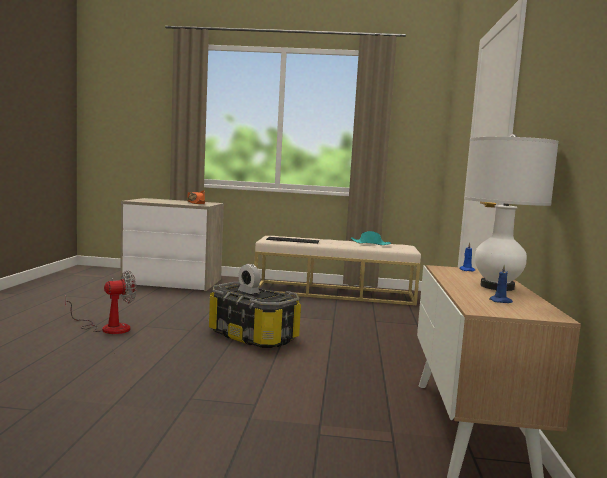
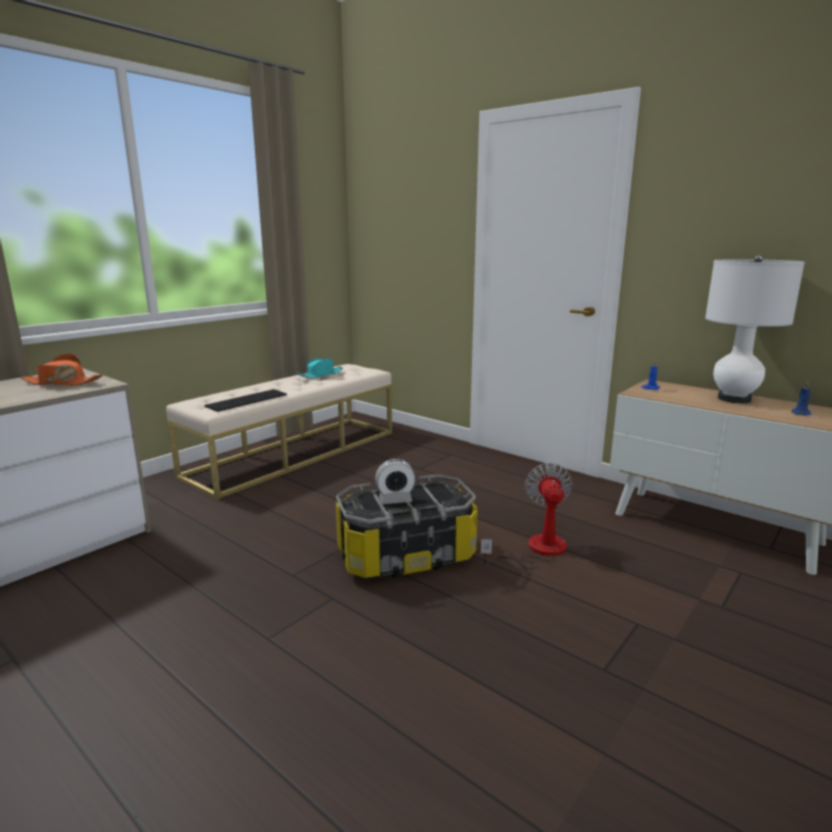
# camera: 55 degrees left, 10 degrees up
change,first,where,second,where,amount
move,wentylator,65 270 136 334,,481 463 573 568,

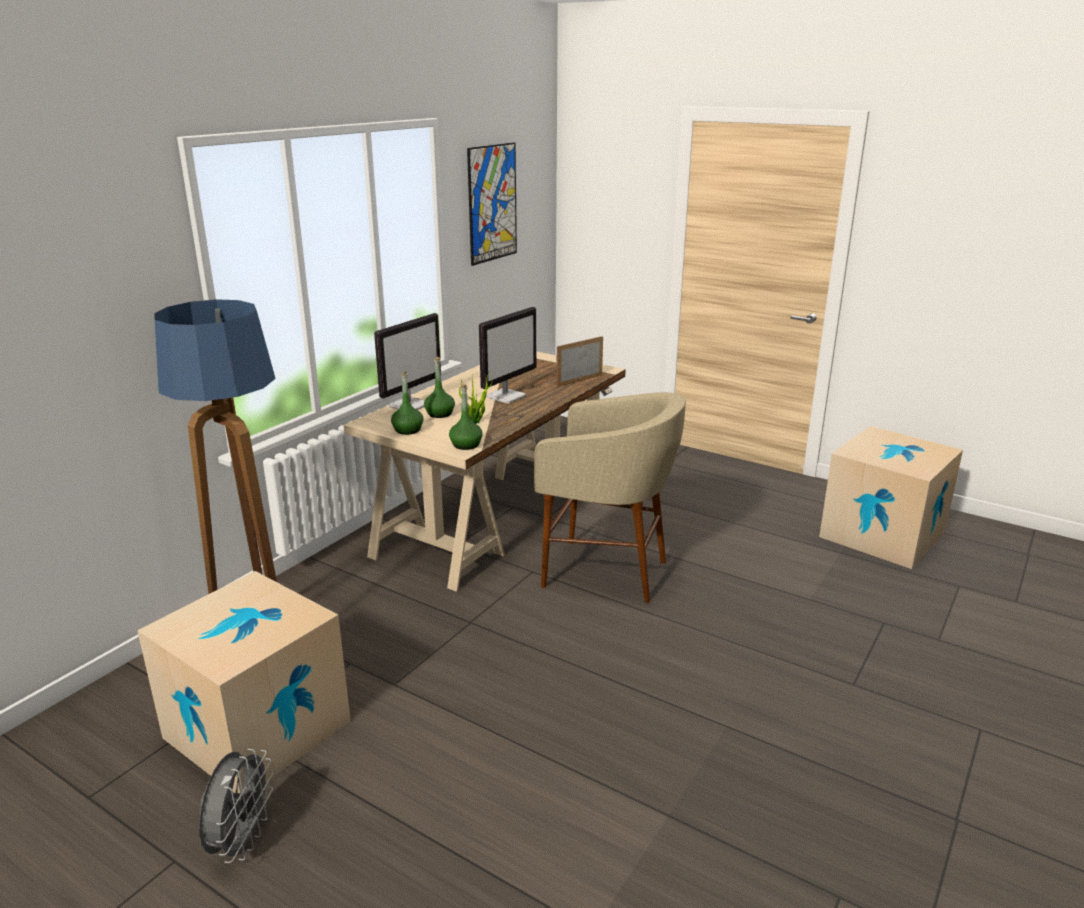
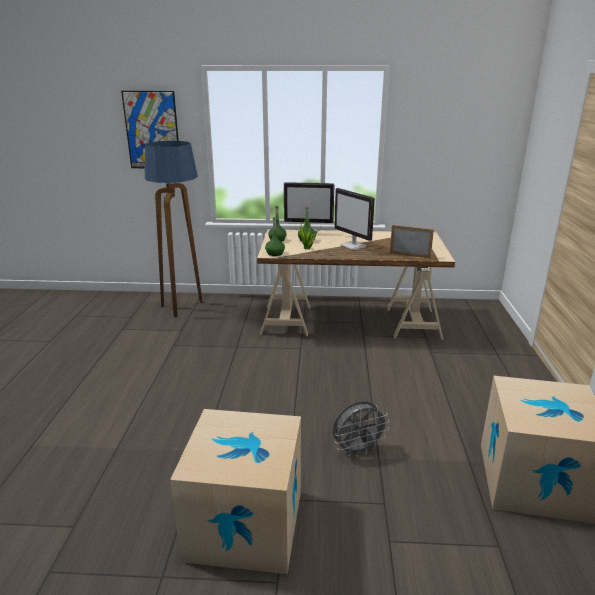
# camera: 60 degrees right, 0 degrees up
change,first,where,second,where,amount
move,obraz,467 142 517 266,,121 91 179 168,
move,karton,137 571 351 793,,170 409 301 574,
move,wentylator (szary),199 749 273 863,,333 401 390 457,
rotate,monitor,479 307 536 403,,334 188 375 250,45 degrees clockwise
delete,stołek (beżowy),534 392 686 603,,,

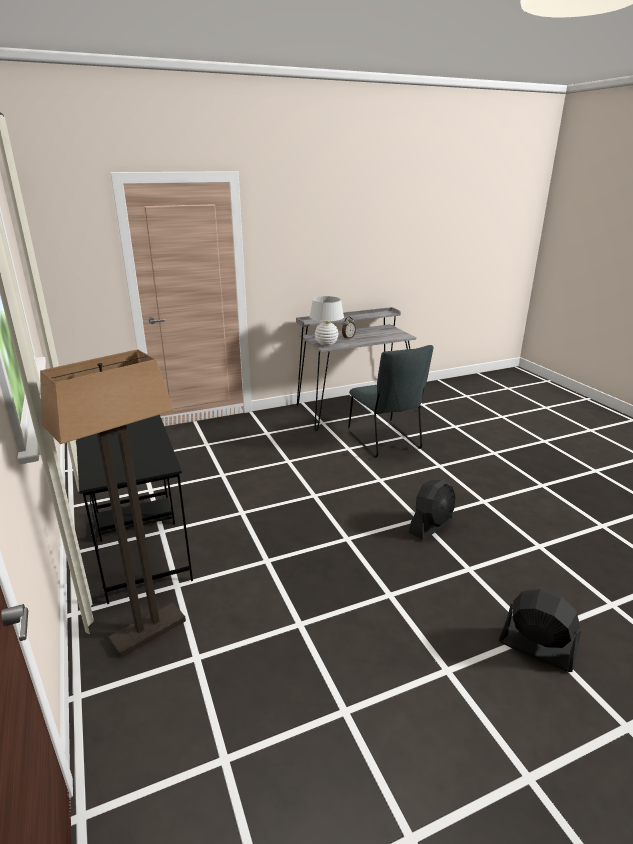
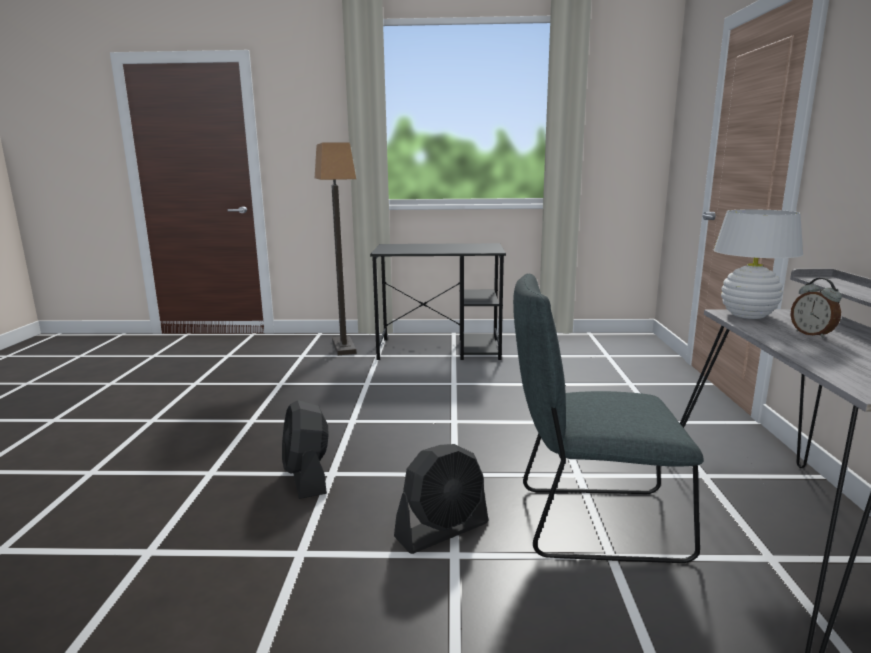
# camera: 115 degrees right, 10 degrees down
change,first,where,second,where,amount
move,wentylator (czarny),499 589 581 672,,394 444 488 554,

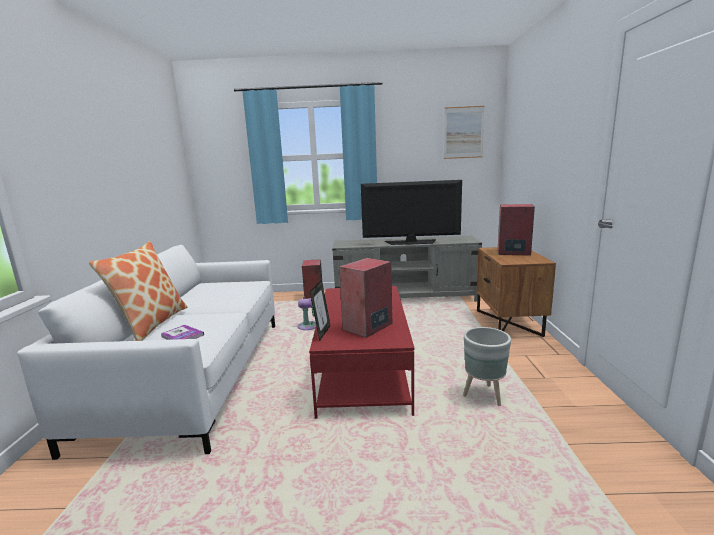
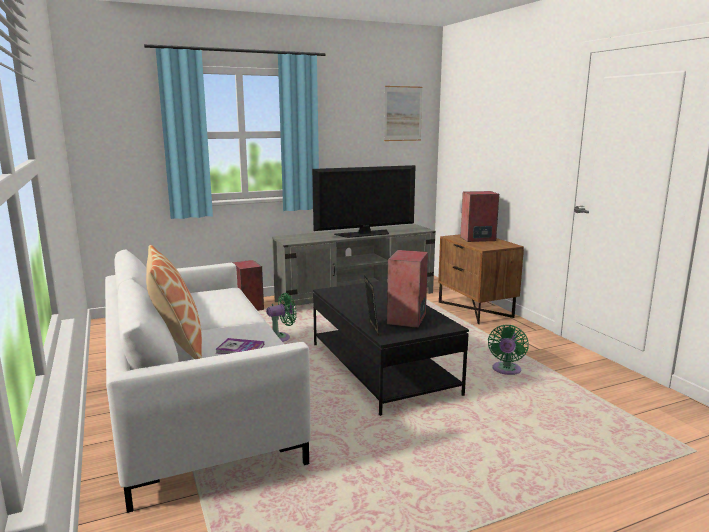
# camera: 25 degrees left, 0 degrees up
change,first,where,second,where,amount
recolor,ława (czerwony),309 286 415 419,ława (czarny),313 280 469 416,
replace,donica (szary),463 327 511 406,wentylator (zielony),488 325 529 375,

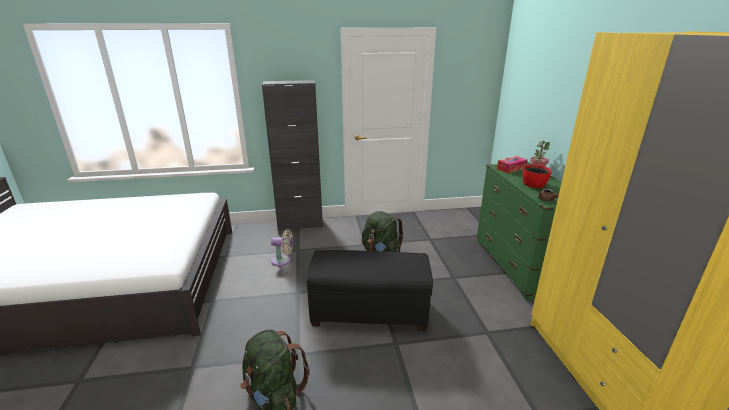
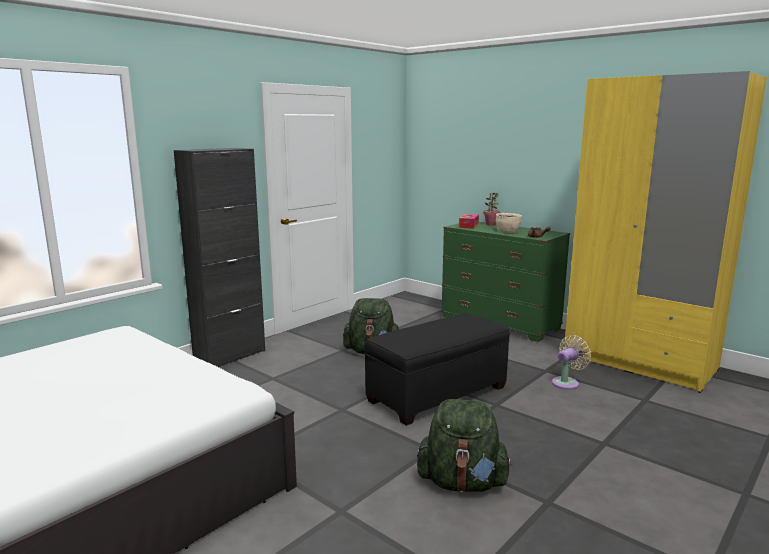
# camera: 40 degrees left, 10 degrees down
change,first,where,second,where,amount
recolor,miska (czerwony),522 164 552 188,miska (beżowy),496 213 522 233,
move,wentylator (beżowy),271 229 293 266,,552 335 591 390,

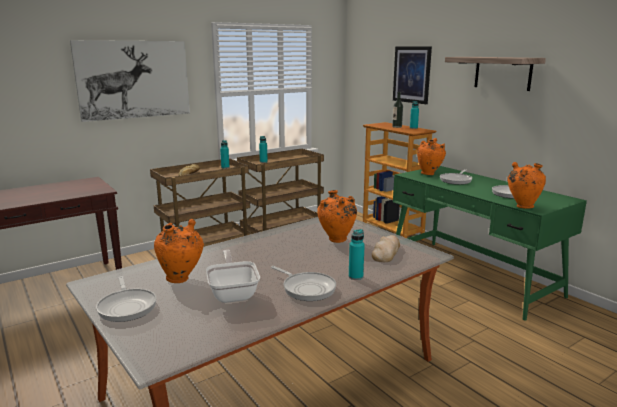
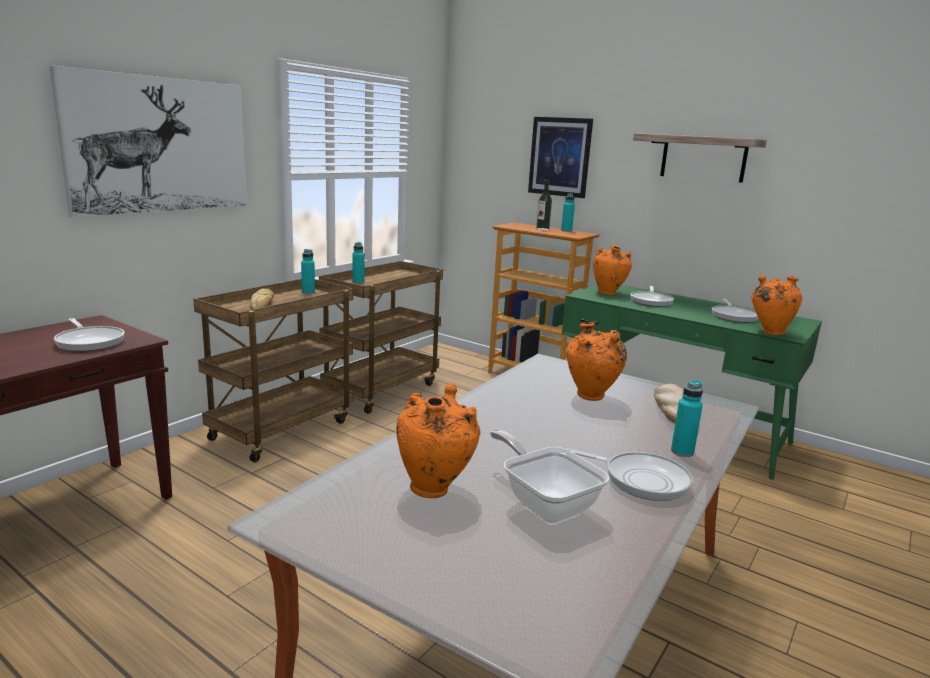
# camera: 20 degrees left, 0 degrees up
change,first,where,second,where,amount
move,patelnia,96 276 157 322,,54 318 124 352,

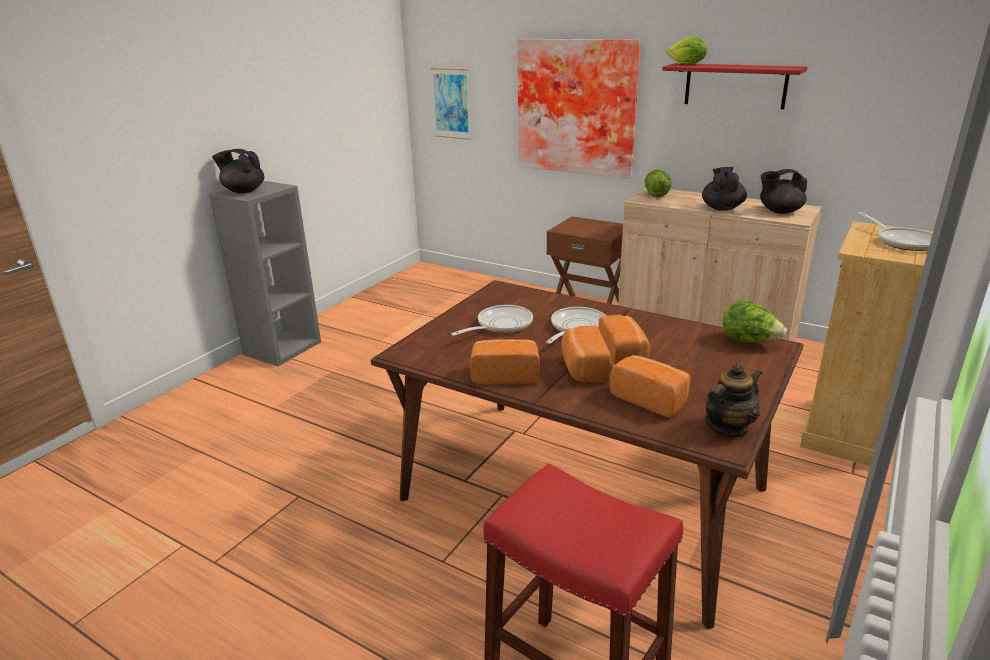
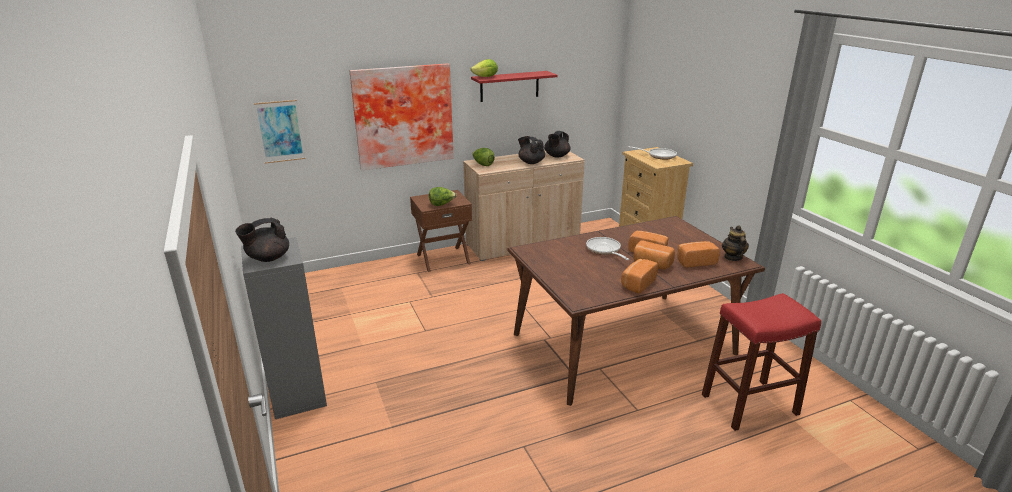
# camera: 55 degrees left, 0 degrees up
change,first,where,second,where,amount
move,sałata,723 301 787 343,,429 187 457 206,
delete,patelnia,451 305 533 336,,,

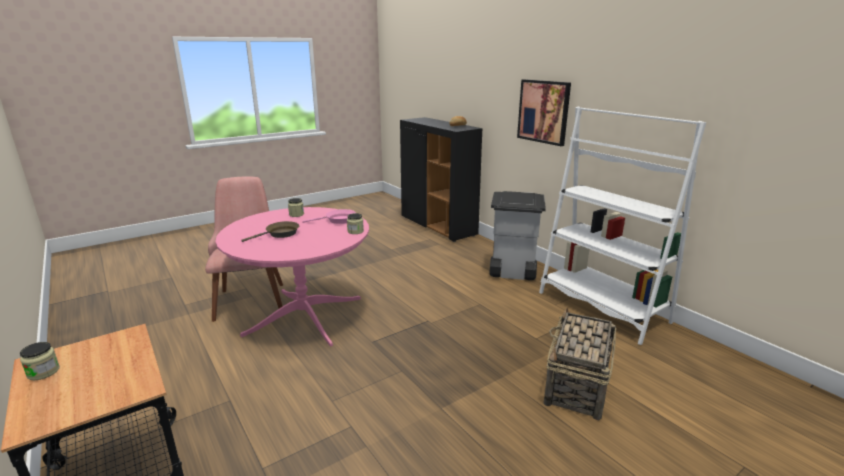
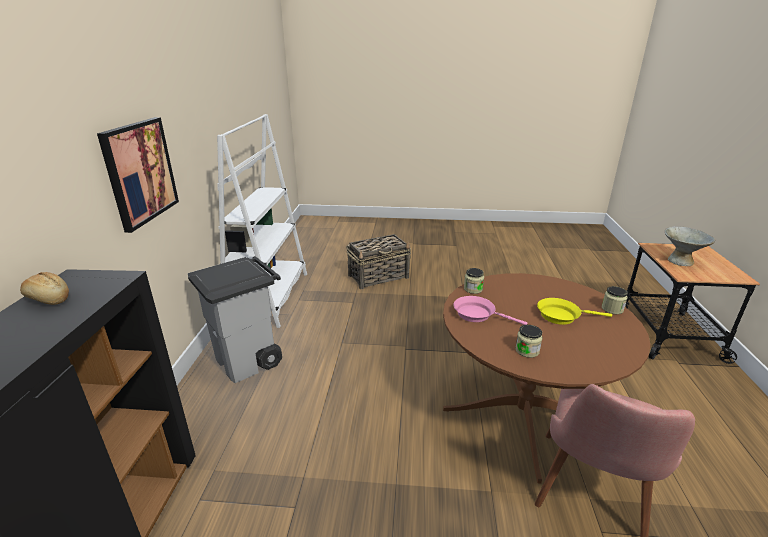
# camera: 140 degrees left, 5 degrees up
change,first,where,second,where,amount
recolor,stół jadalny (różowy),215 207 369 347,stół jadalny (brązowy),443 273 651 484,
recolor,patelnia (brązowy),241 221 299 242,patelnia (żółty),537 298 612 325,
move,słoik,20 342 60 380,,602 286 628 314,
insert,,,miska (szary),665 226 715 266,

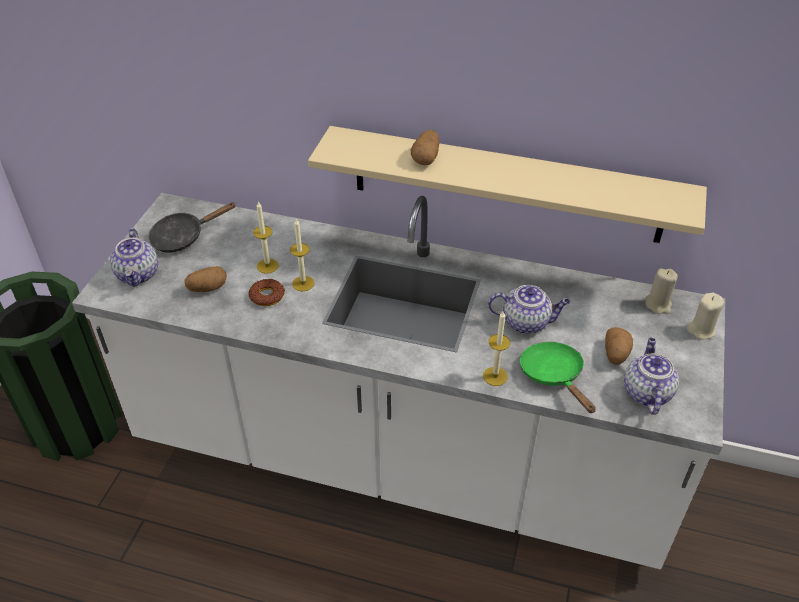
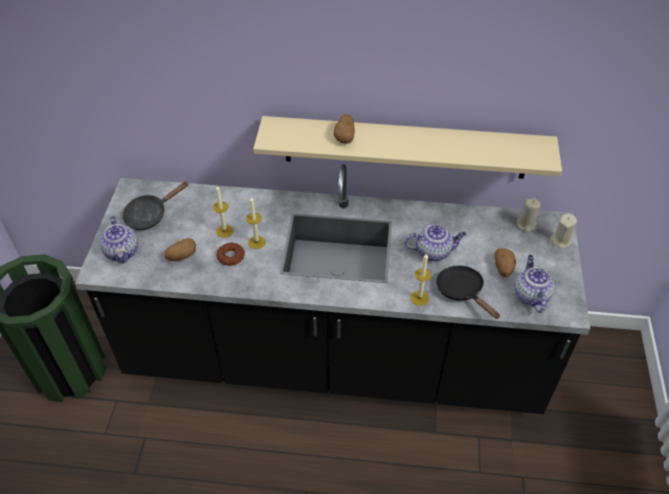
# camera: 10 degrees left, 5 degrees up
change,first,where,second,where,amount
recolor,zabudowa kuchenna (biały),72 193 725 569,zabudowa kuchenna (czarny),75 164 590 414,
recolor,patelnia (zielony),520 342 596 413,patelnia (czarny),436 265 500 319,

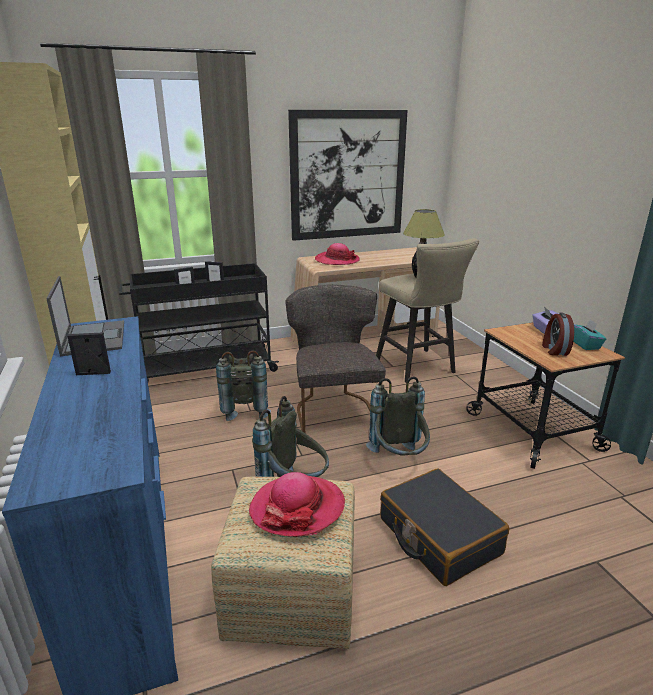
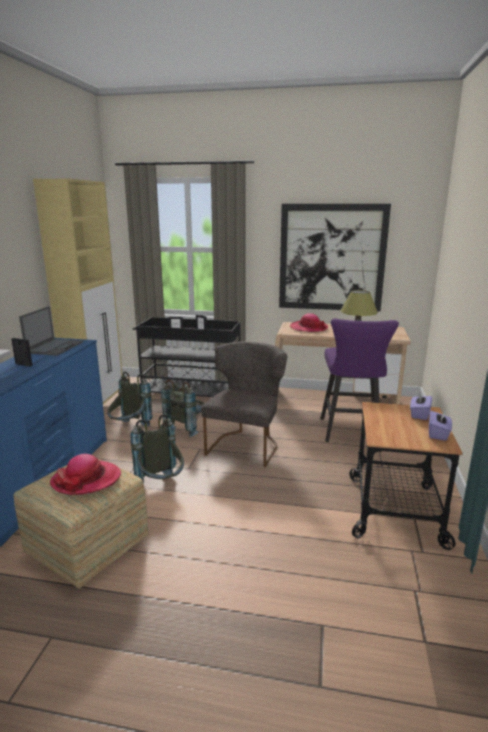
# camera: 30 degrees right, 5 degrees down
change,first,where,second,where,amount
move,plecak (szary),366 376 430 456,,107 371 153 426,
recolor,stołek (beżowy),376 238 479 383,stołek (fioletowy),320 319 399 442,
recolor,pudełko chusteczek (turkusowy),573 319 607 350,pudełko chusteczek (fioletowy),429 410 452 441,
delete,walizka (czarny),380 468 509 586,,,
delete,budzik,542 313 574 356,,,

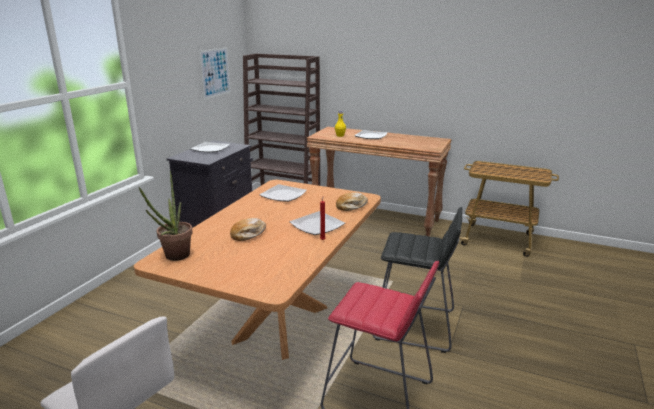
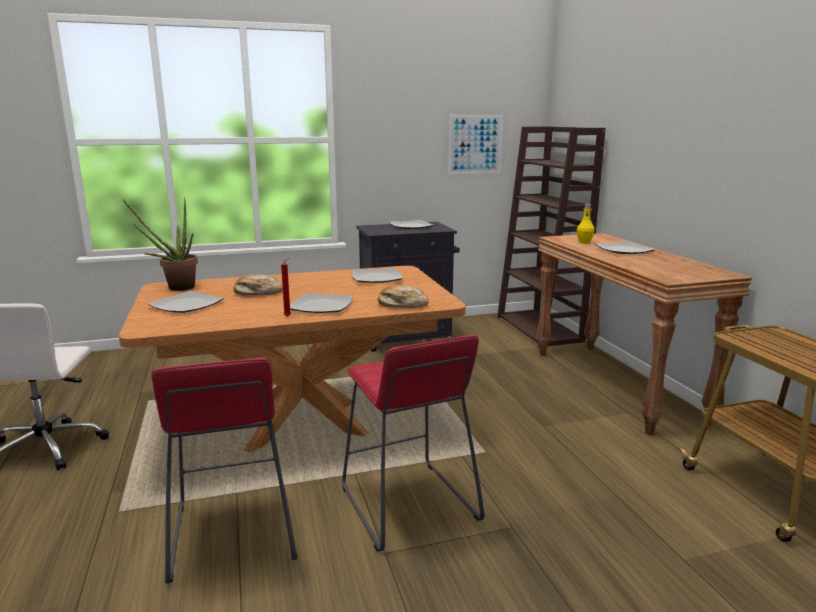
# camera: 50 degrees right, 5 degrees down
change,first,where,second,where,amount
insert,,,talerz,147 291 224 313,
recolor,stołek (czarny),373 207 462 353,stołek (czerwony),342 335 484 552,

